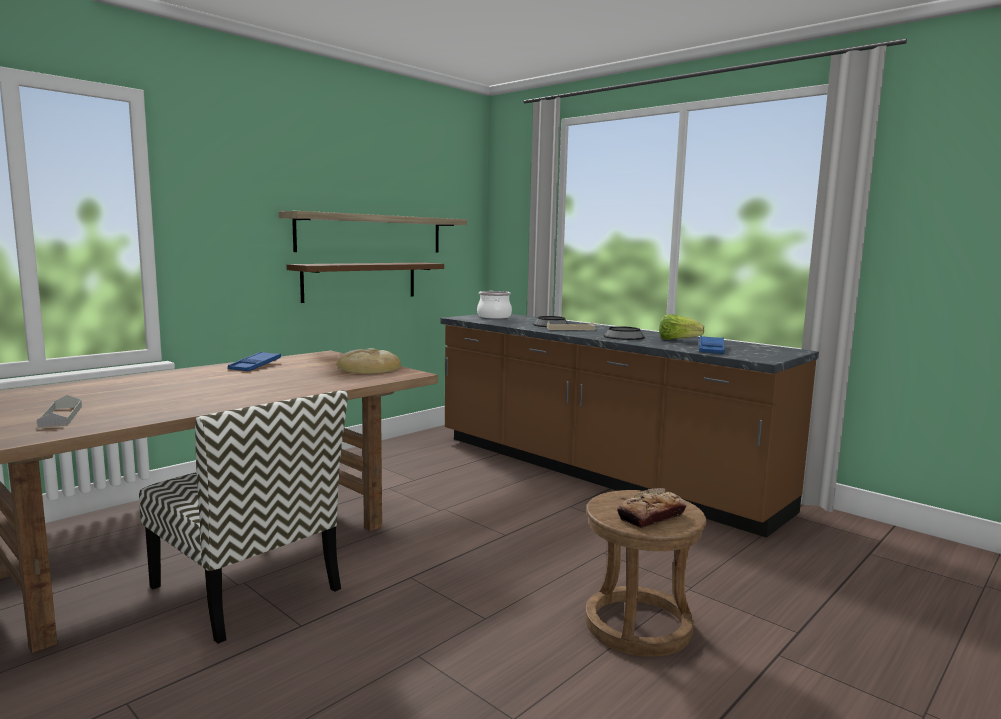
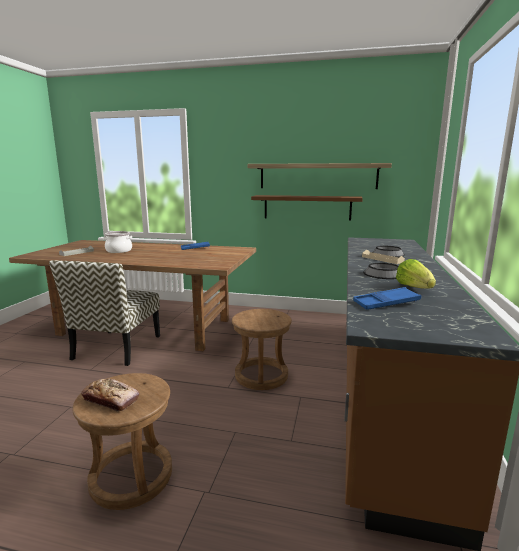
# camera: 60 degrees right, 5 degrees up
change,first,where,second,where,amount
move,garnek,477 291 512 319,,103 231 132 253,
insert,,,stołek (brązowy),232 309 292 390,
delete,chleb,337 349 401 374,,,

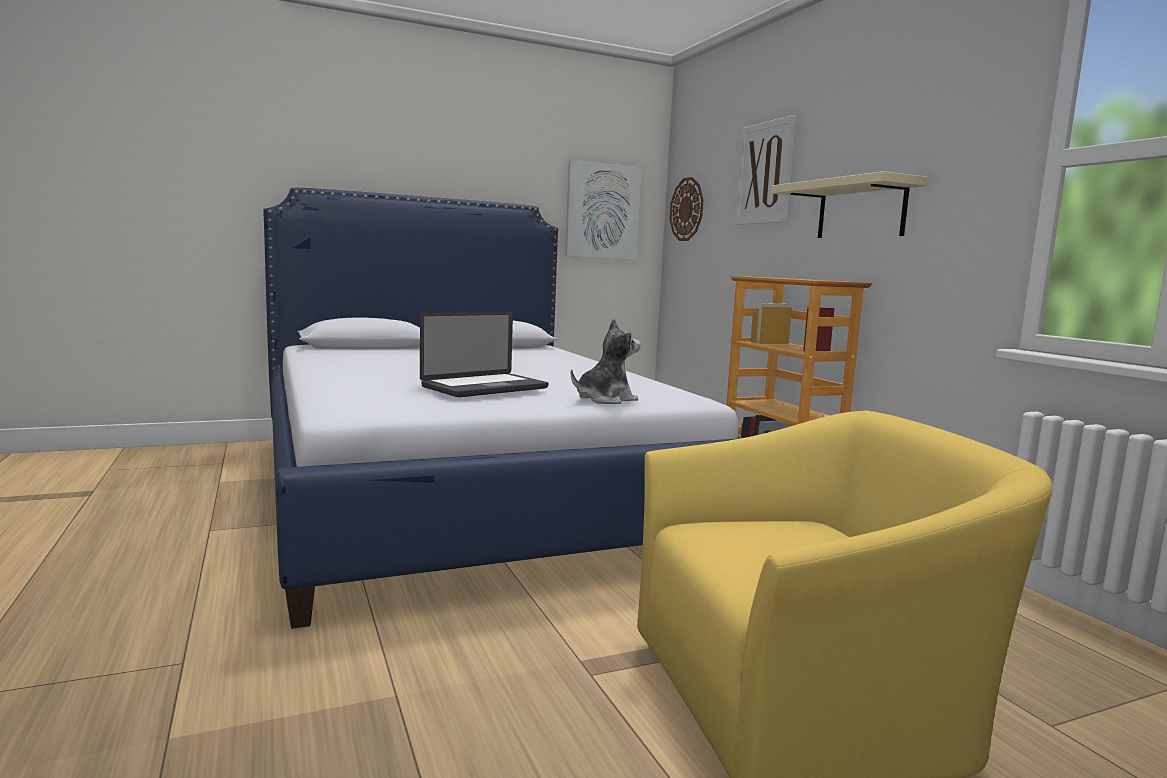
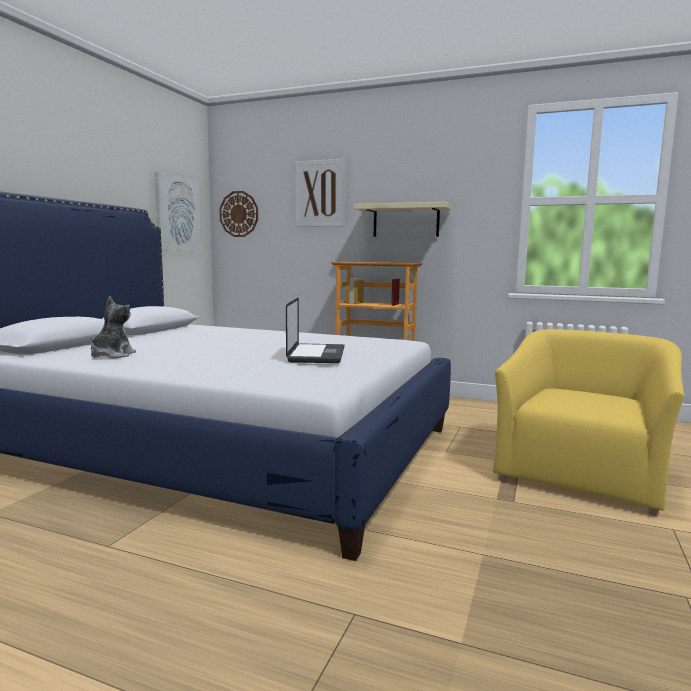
# camera: 45 degrees left, 0 degrees up
change,first,where,second,where,amount
move,pluszak,571 319 641 404,,90 296 136 358,

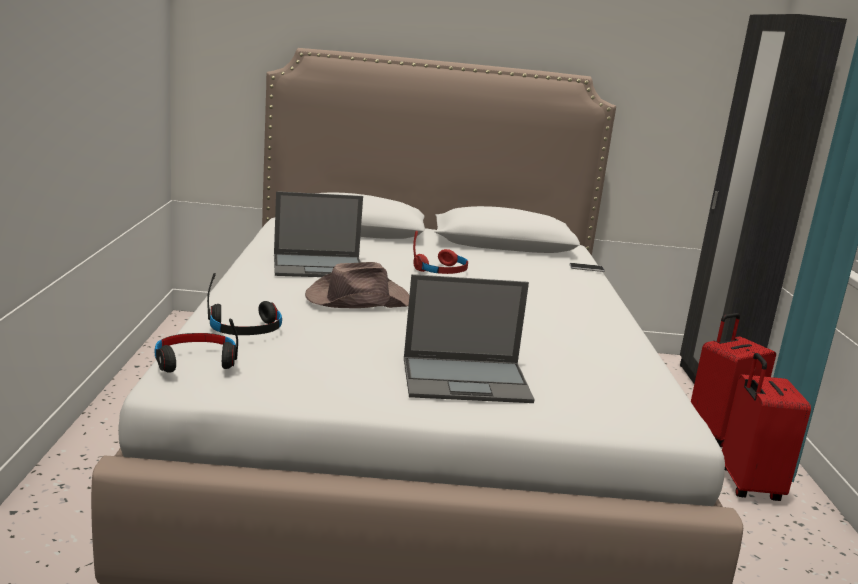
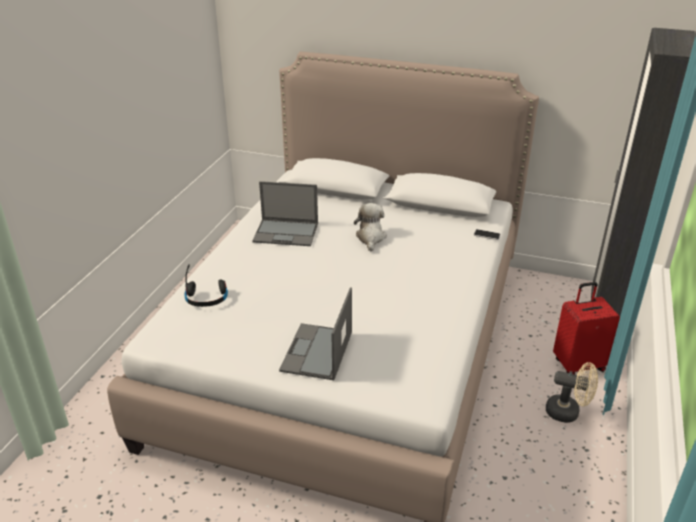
# camera: 20 degrees right, 15 degrees up
change,first,where,second,where,amount
rotate,laptop,404 274 535 403,,279 287 352 380,90 degrees clockwise
replace,słuchawki (czerwony),413 231 468 274,pluszak,354 203 387 252,
replace,walizka (czerwony),722 353 811 501,wentylator (beżowy),546 362 598 422,
delete,słuchawki (czarny),154 319 238 373,,,
delete,kapelusz (brązowy),305 262 409 308,,,

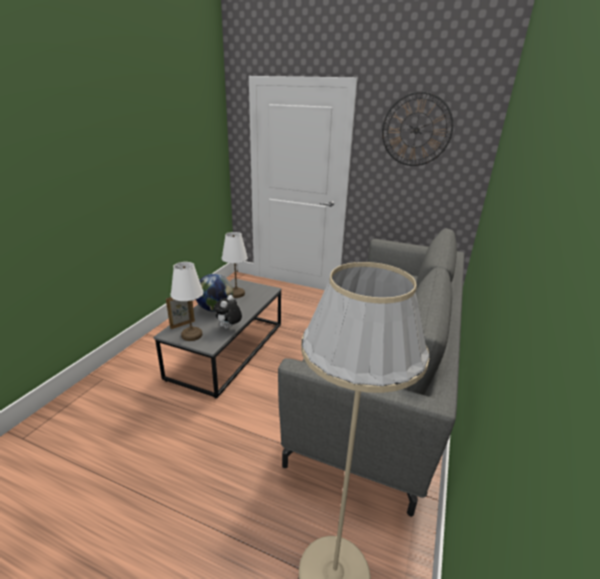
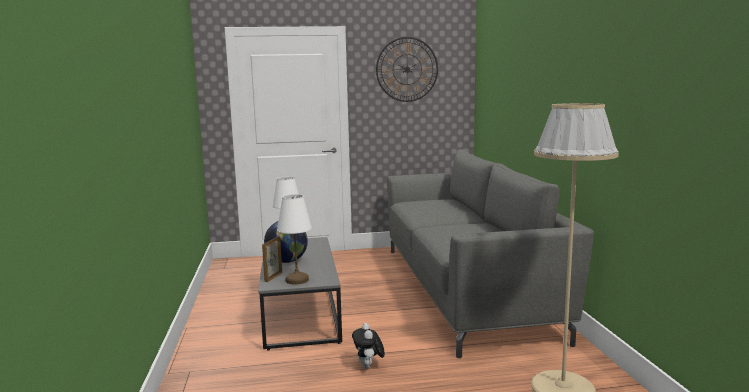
# camera: 30 degrees left, 15 degrees down
change,first,where,second,where,amount
move,pluszak,214 295 242 329,,352 323 385 369,

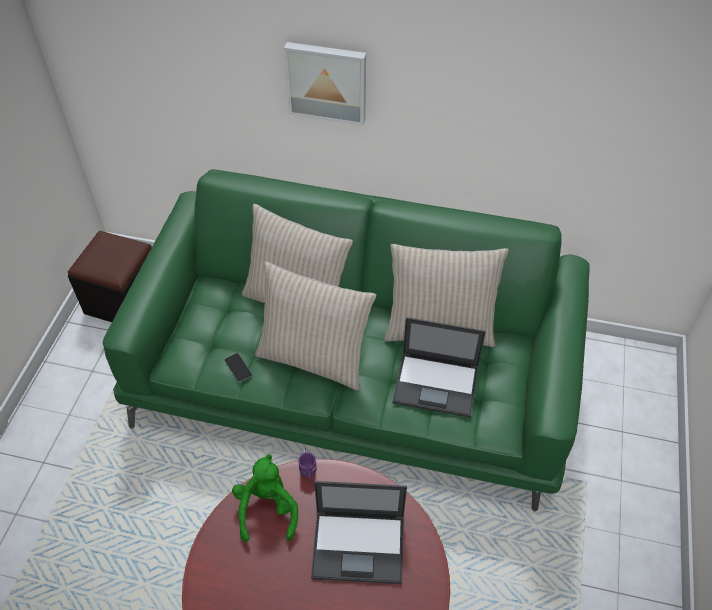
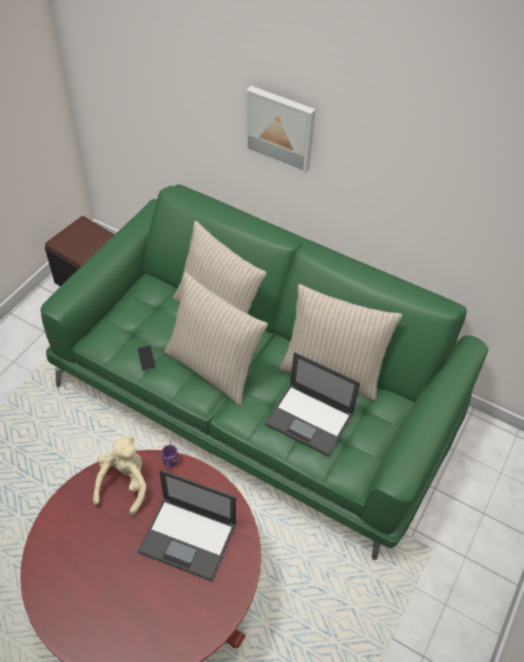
# camera: 15 degrees right, 0 degrees up
change,first,where,second,where,amount
recolor,pluszak (zielony),232 454 298 542,pluszak (beżowy),93 436 147 516,

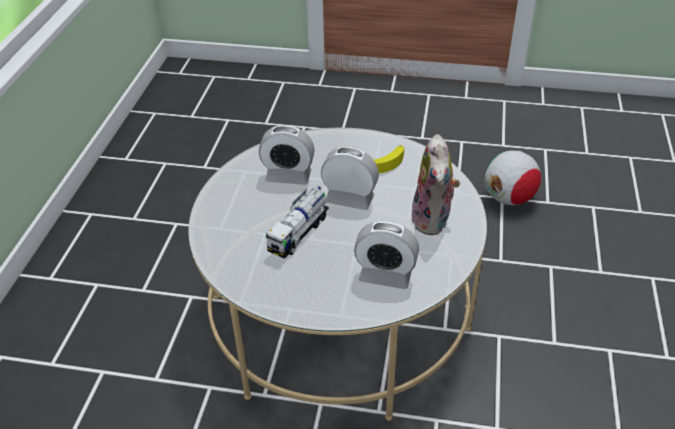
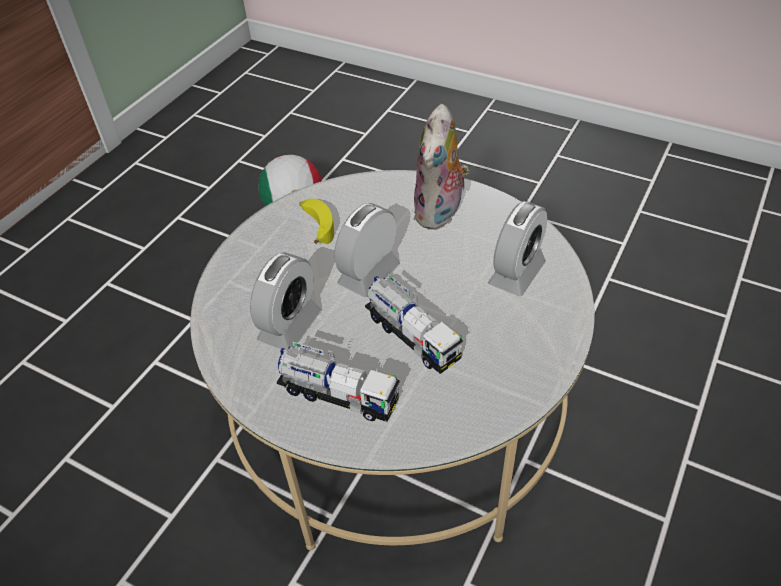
# camera: 70 degrees left, 5 degrees up
change,first,where,second,where,amount
insert,,,ciężarówka zabawkowa,276 341 400 422,
rotate,pluszak,411 134 460 235,,414 104 469 230,90 degrees clockwise

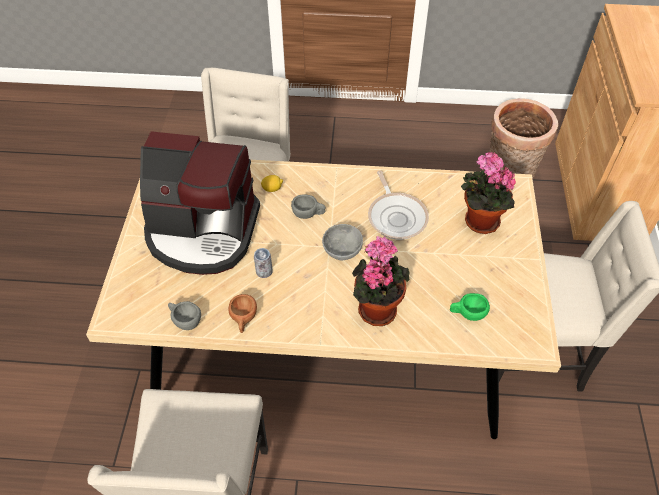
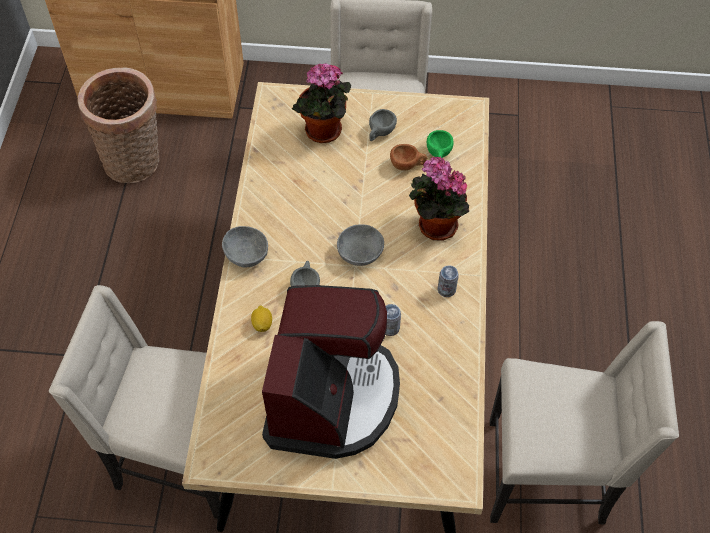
# camera: 90 degrees left, 5 degrees up
change,first,where,second,where,amount
insert,,,miska (szary),222 226 268 268,
move,filiżanka (szary),168 301 201 330,,369 109 397 141,
move,filiżanka (brązowy),229 294 257 333,,390 144 427 171,
insert,,,puszka,437 265 459 297,
delete,patelnia,368 171 429 240,,,

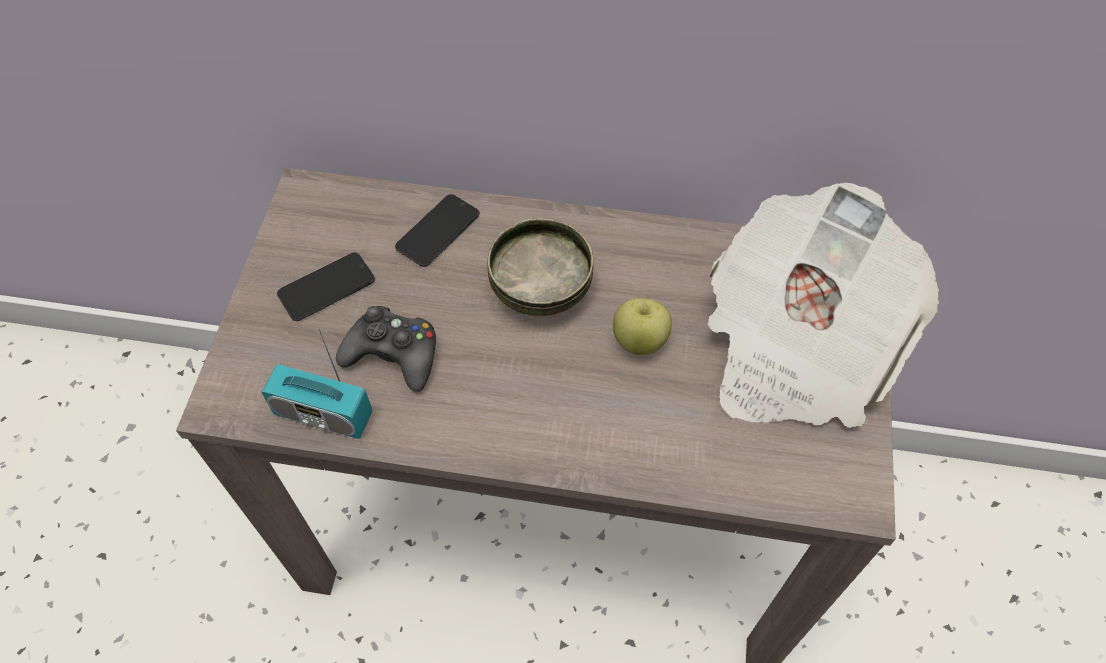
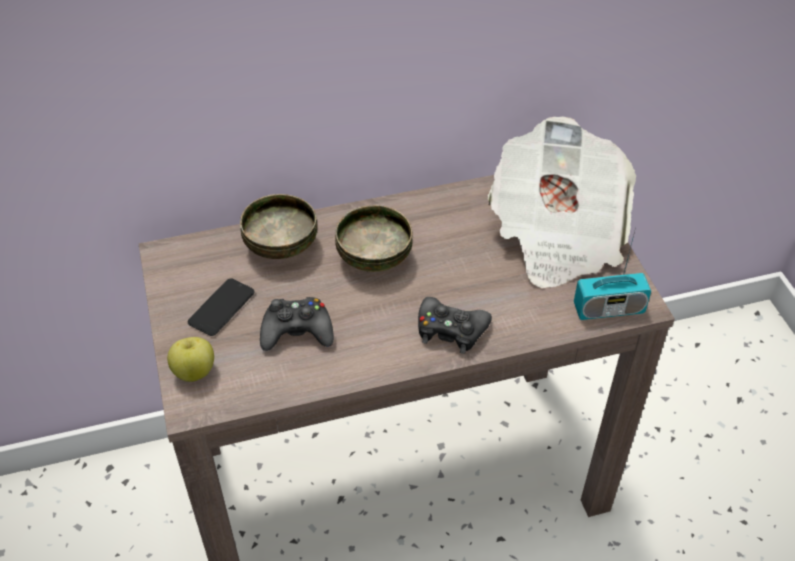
# camera: 25 degrees left, 10 degrees down
change,first,where,second,where,amount
move,jabłko,613 298 672 355,,167 337 214 382,
replace,telefon,395 194 480 267,miska,240 194 317 259,
insert,,,pad do gier (czarny),418 297 492 354,
move,radio,262 328 373 439,,574 227 651 320,

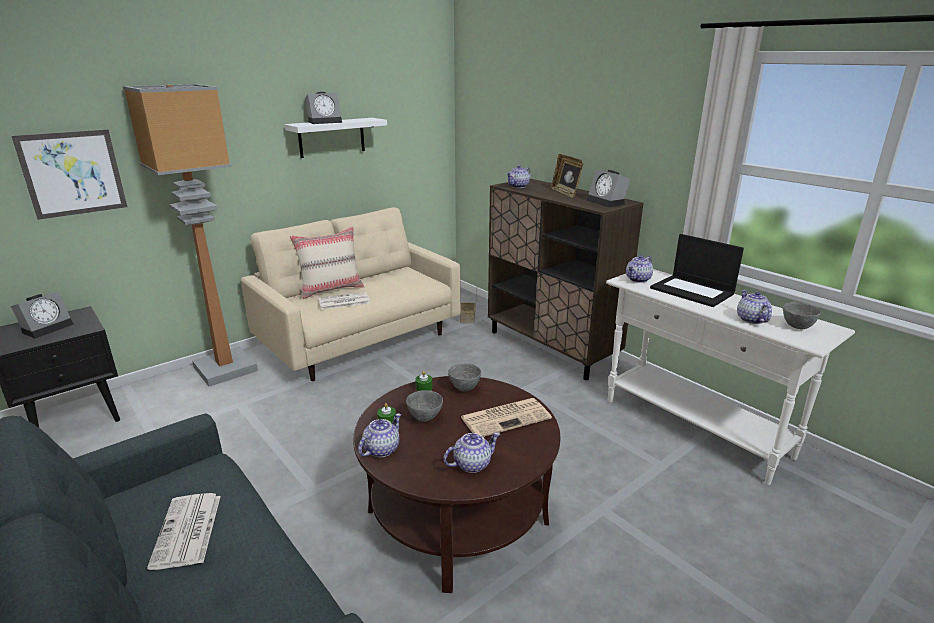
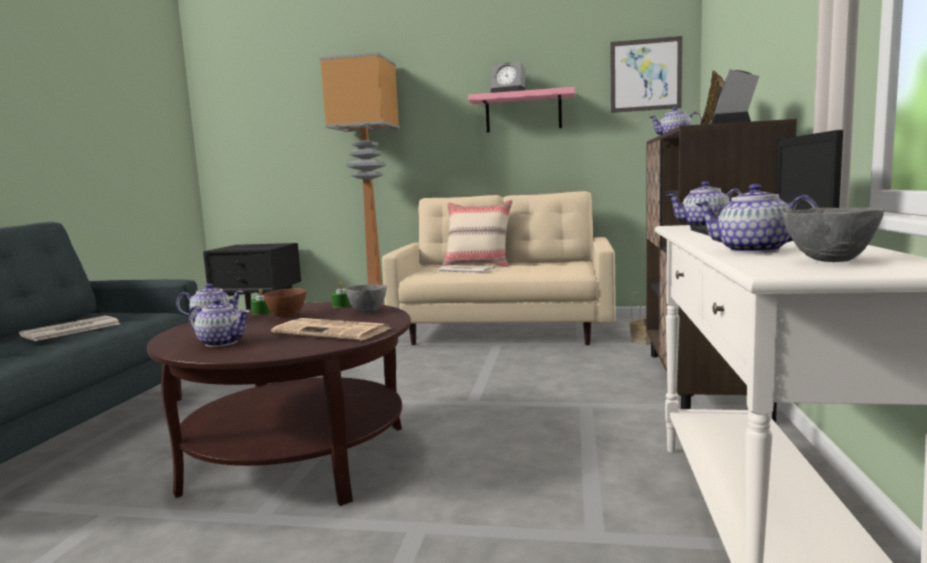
# camera: 50 degrees right, 15 degrees down
change,first,where,second,where,amount
recolor,miska (szary),406 390 443 422,miska (brązowy),263 288 306 318,
recolor,półka (biały),285 118 387 158,półka (różowy),468 87 575 133,
move,obraz,12 129 127 220,,610 36 682 113,
rotate,imbryk,737 290 772 324,,695 184 819 254,105 degrees counterclockwise
delete,budzik,11 292 74 338,,,

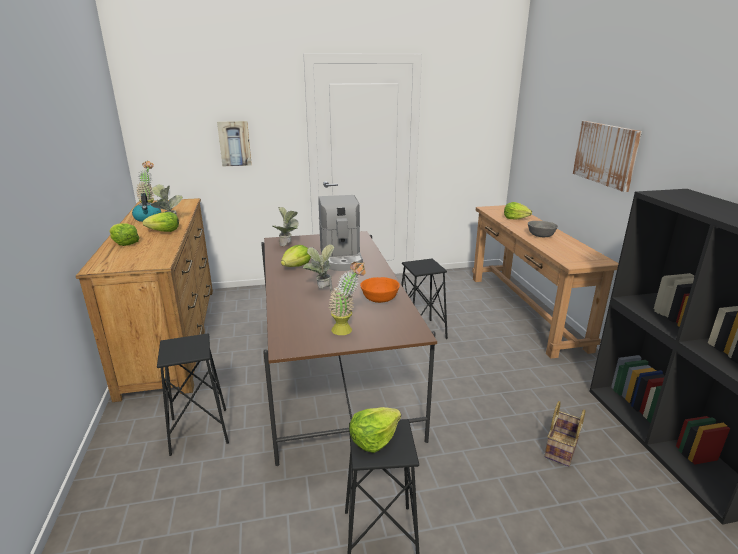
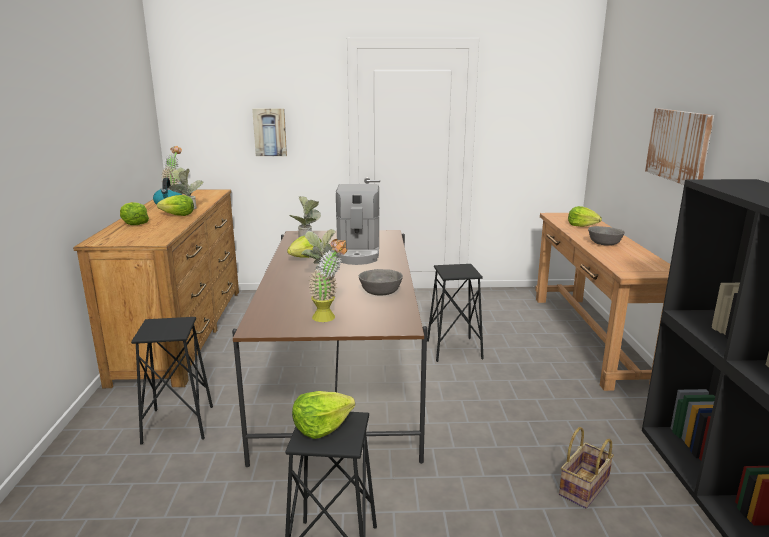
# camera: 10 degrees right, 5 degrees down
change,first,where,second,where,amount
recolor,miska (pomarańczowy),360 277 400 303,miska (szary),359 269 403 296,

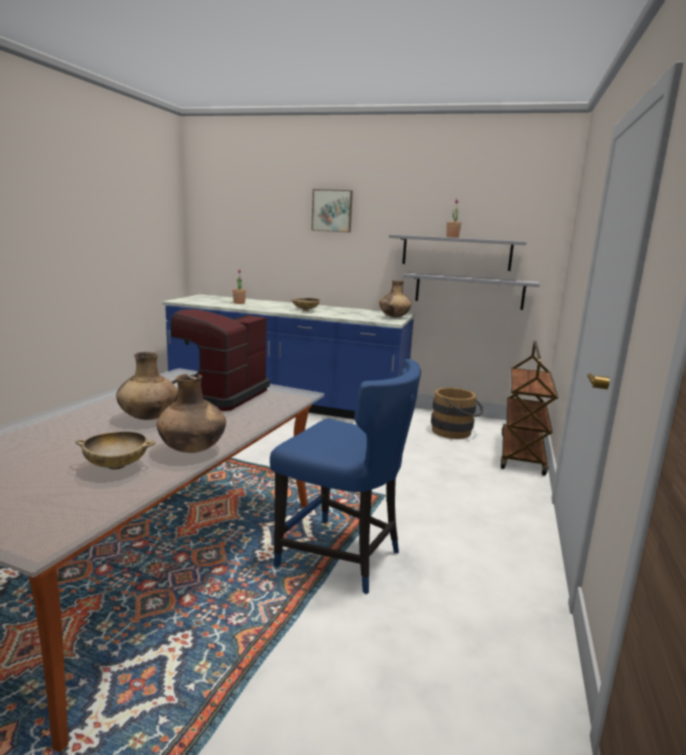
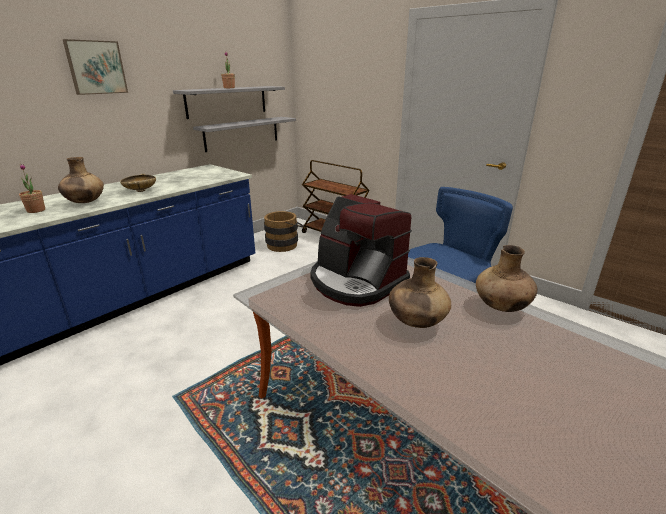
# camera: 65 degrees left, 10 degrees up
change,first,where,second,where,amount
move,wazon (brązowy),379 280 411 318,,58 157 104 203,
delete,miska (beżowy),75 431 156 470,,,

